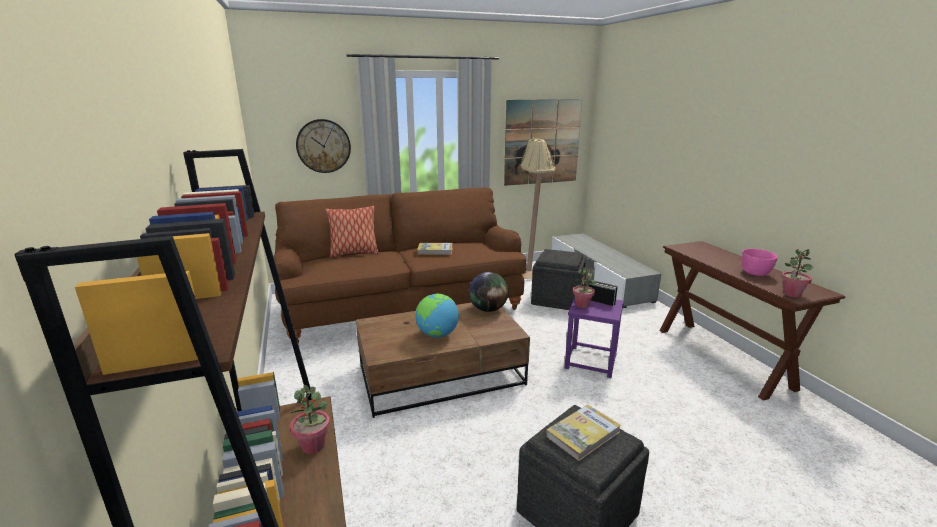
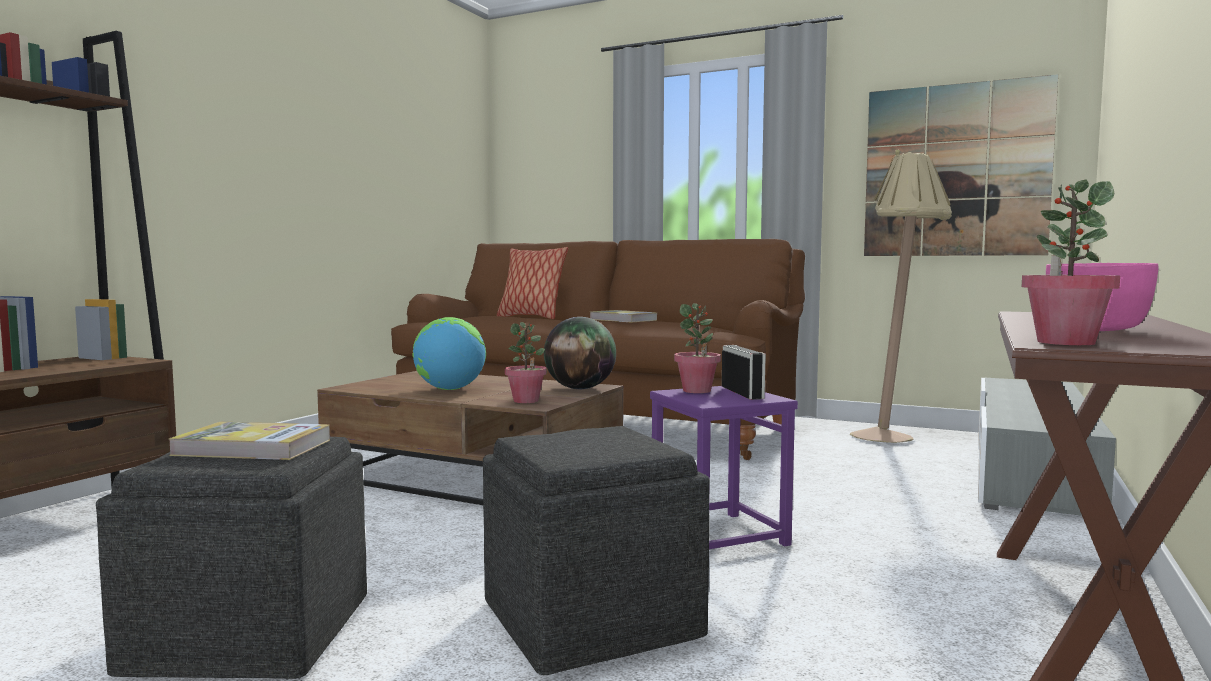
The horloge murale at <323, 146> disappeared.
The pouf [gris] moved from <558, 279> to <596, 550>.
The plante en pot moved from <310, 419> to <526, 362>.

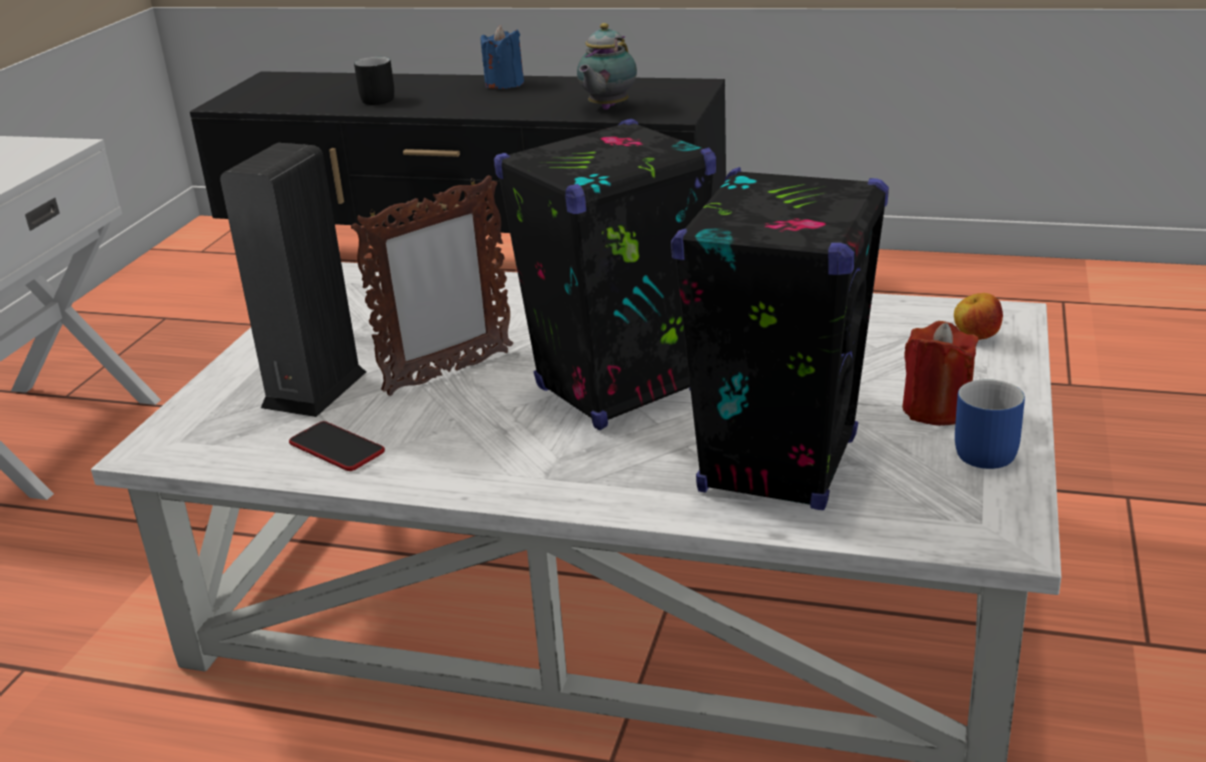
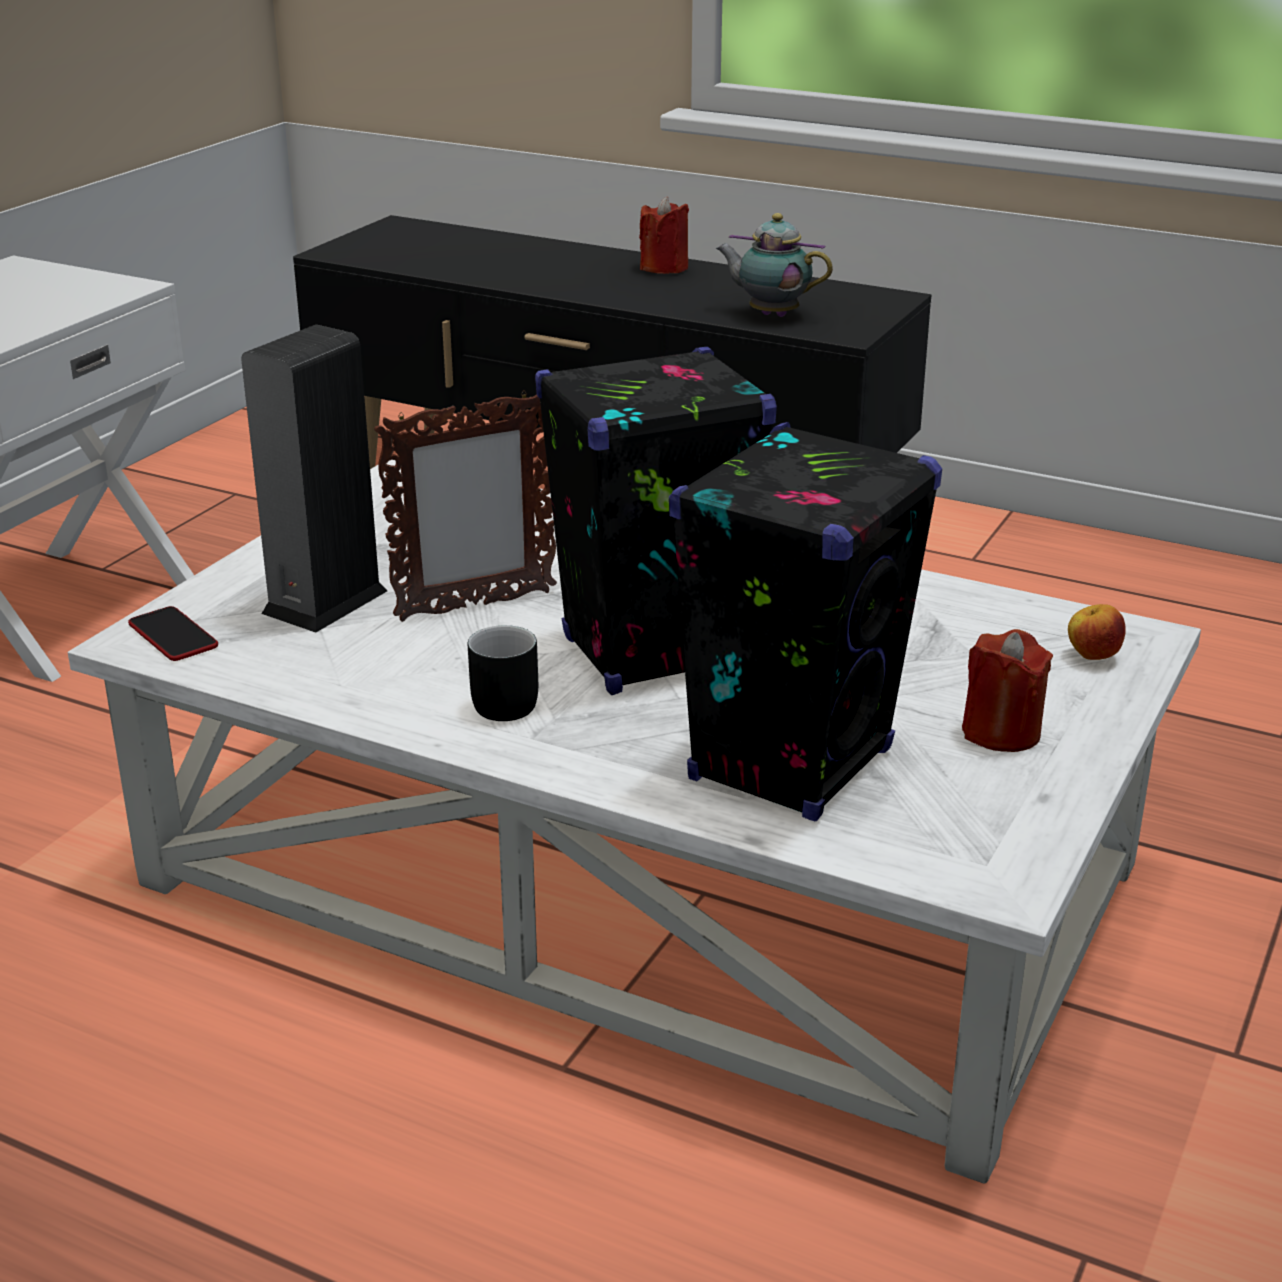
The théière at <607, 66> turned 75 degrees clockwise.
The bougie [bleu] at <502, 57> became the bougie [rouge] at <664, 235>.
The mug [noir] moved from <374, 81> to <502, 673>.
The mug [bleu] at <990, 424> disappeared.
The téléphone moved from <337, 446> to <173, 633>.

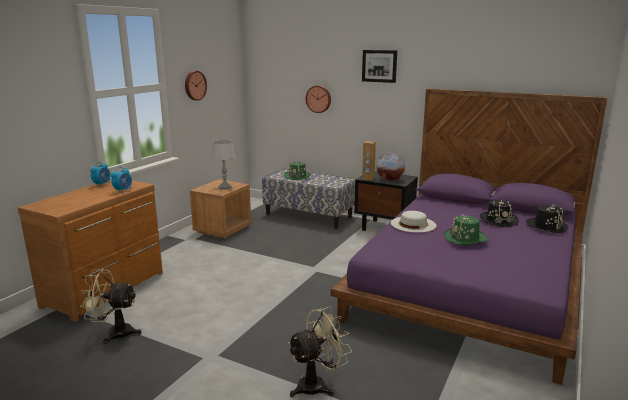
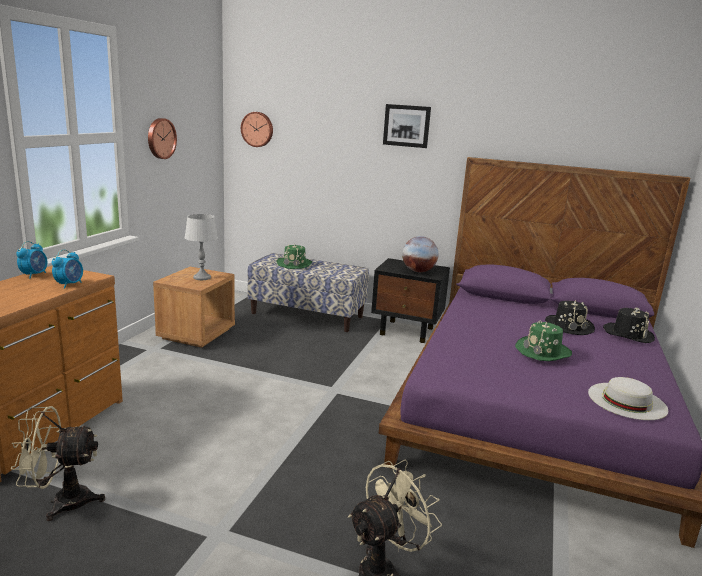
The horloge murale moved from <318, 99> to <257, 129>.
The enceinte [marron] at <369, 160> disappeared.
The chapeau [blanc] moved from <414, 222> to <628, 398>.

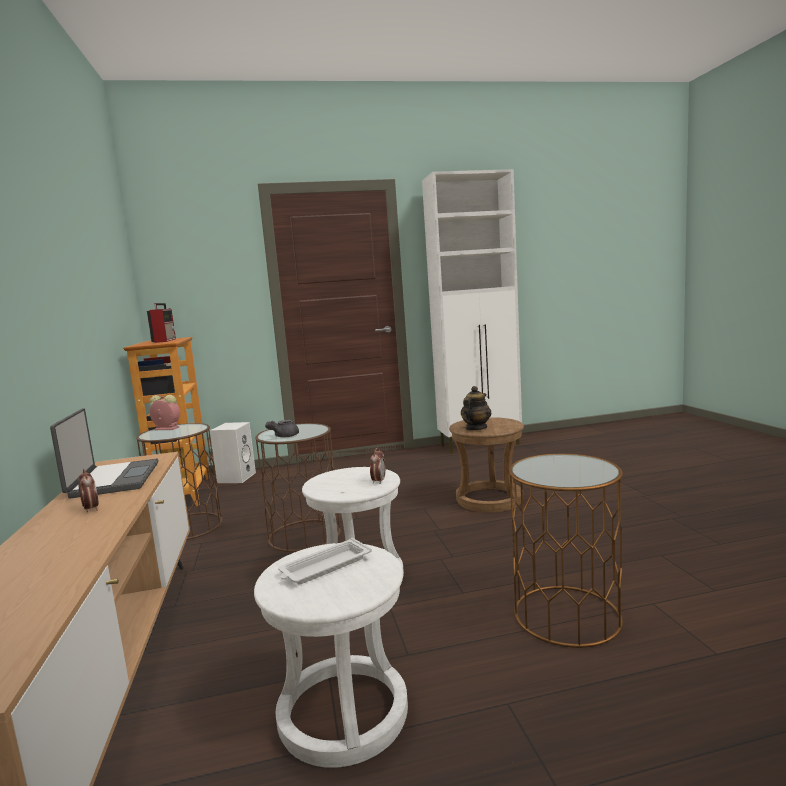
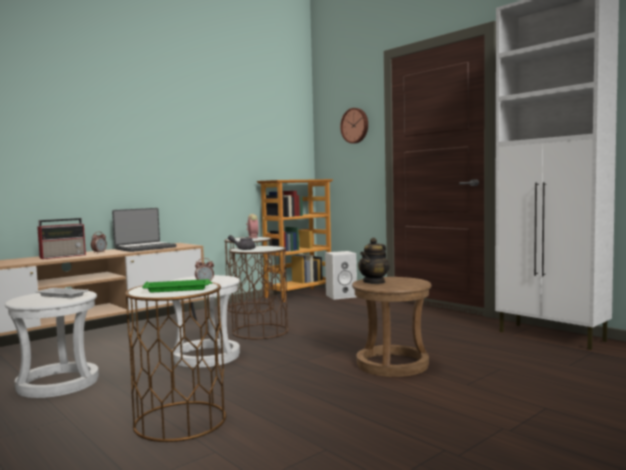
The radio moved from <161, 323> to <61, 238>.
The théière at <476, 408> turned 120 degrees clockwise.
The horloge murale at <354, 125> appeared.
The plateau [vert] at <177, 286> appeared.

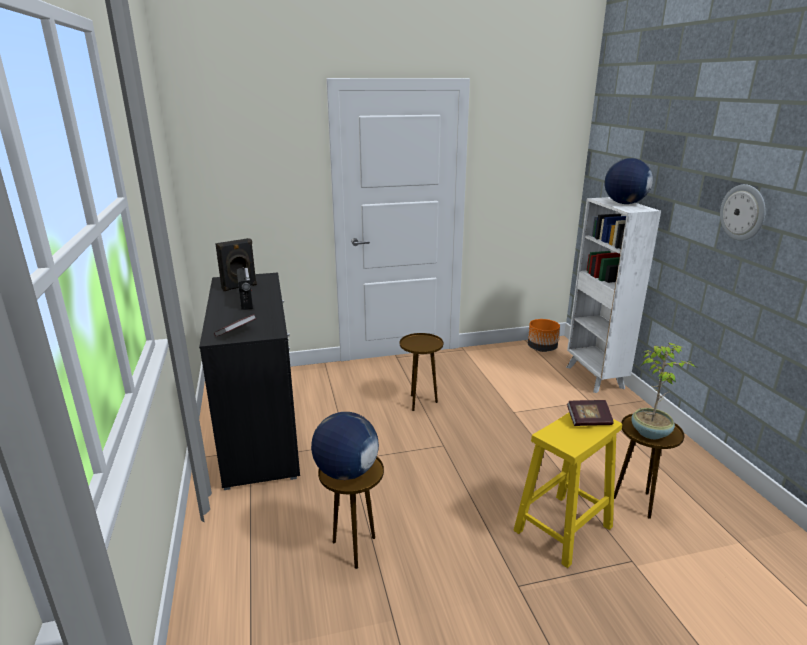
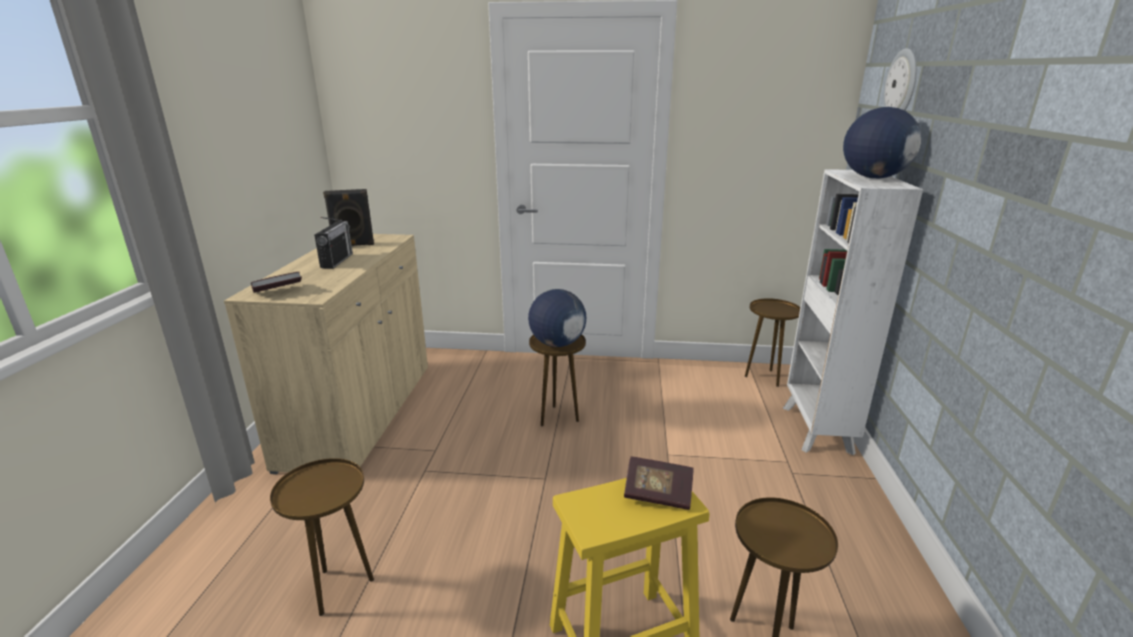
The horloge murale moved from <743, 212> to <900, 79>.
The meuble de rangement [noir] at <249, 381> became the meuble de rangement [beige] at <326, 354>.
The cache-pot [orange] at <544, 335> was replaced by the table d'appoint [marron] at <772, 342>.
The plante en pot at <663, 391> disappeared.
The globe moved from <345, 446> to <557, 318>.

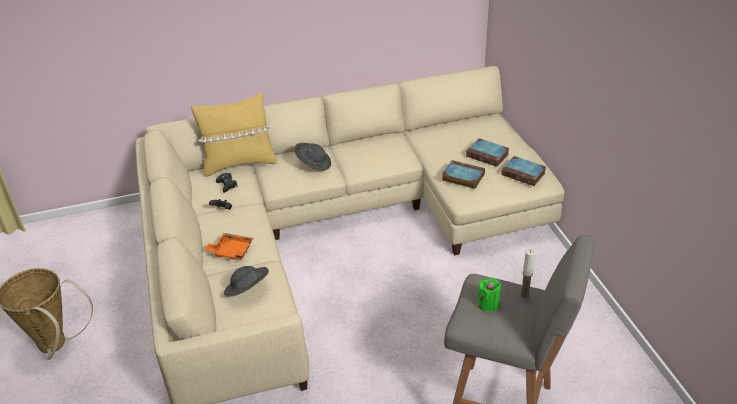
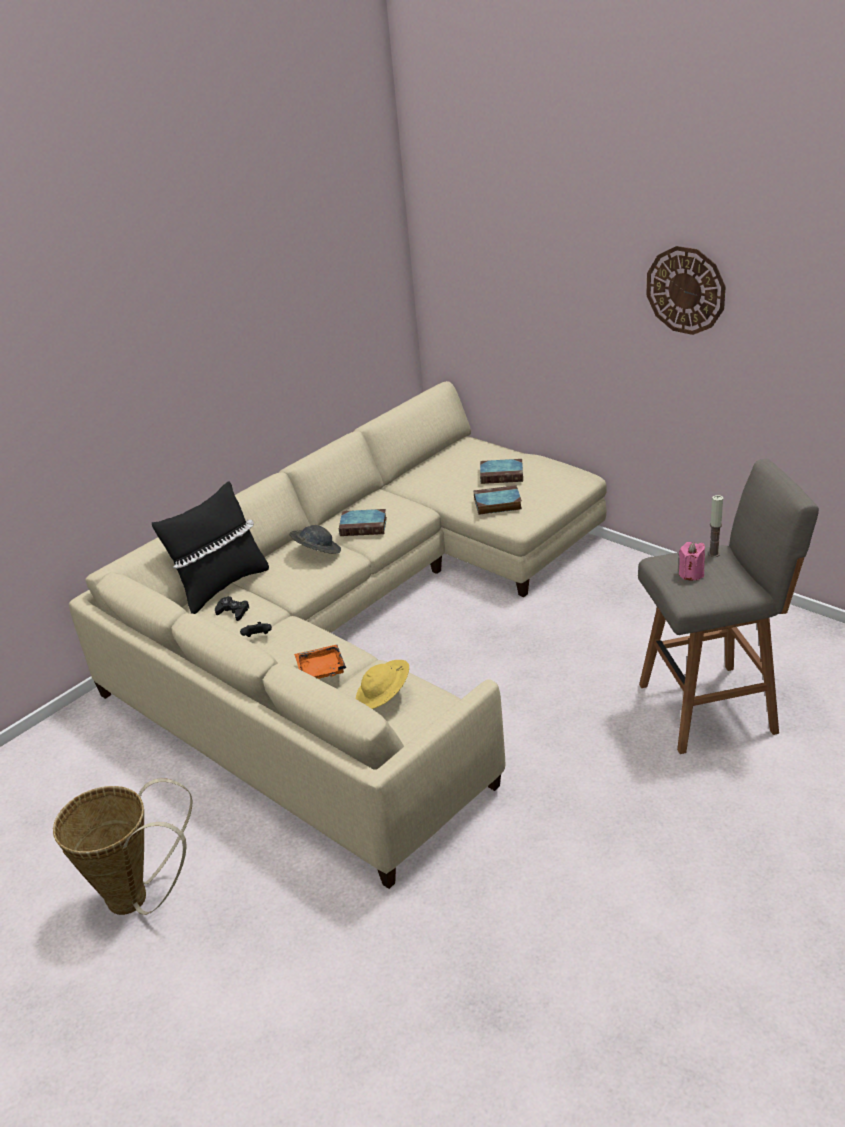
The coussin [jaune] at <233, 135> became the coussin [noir] at <210, 548>.
The livre moved from <523, 171> to <363, 522>.
The chapeau [gris] at <246, 281> became the chapeau [jaune] at <382, 684>.
The bougie [vert] at <489, 295> became the bougie [rose] at <692, 561>.
The horloge murale at <686, 290> appeared.

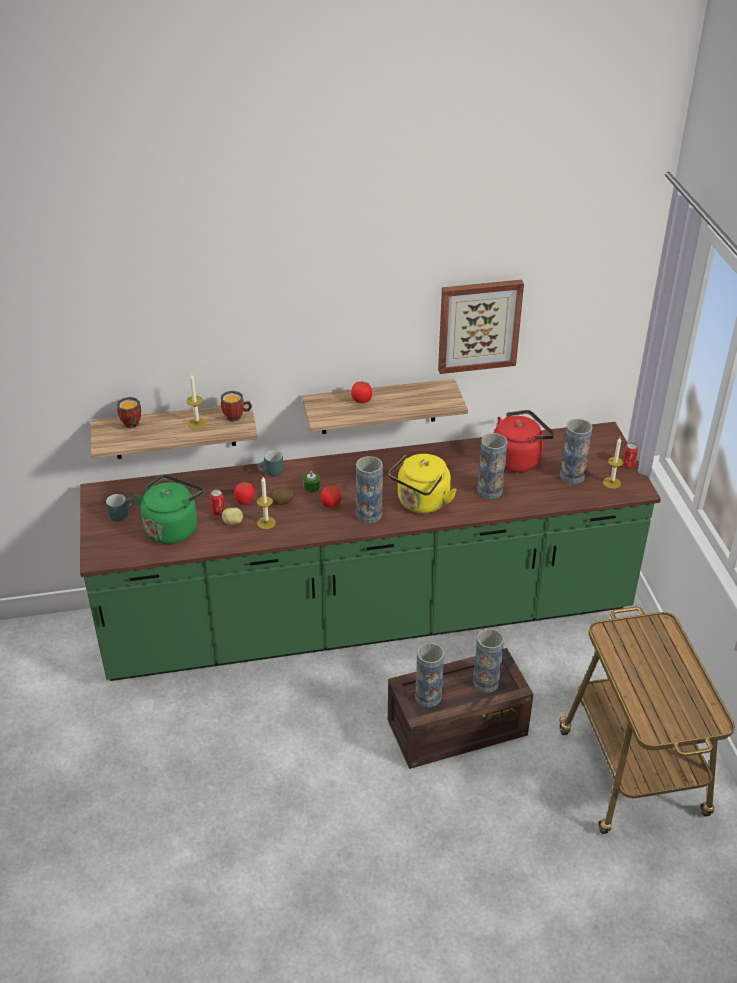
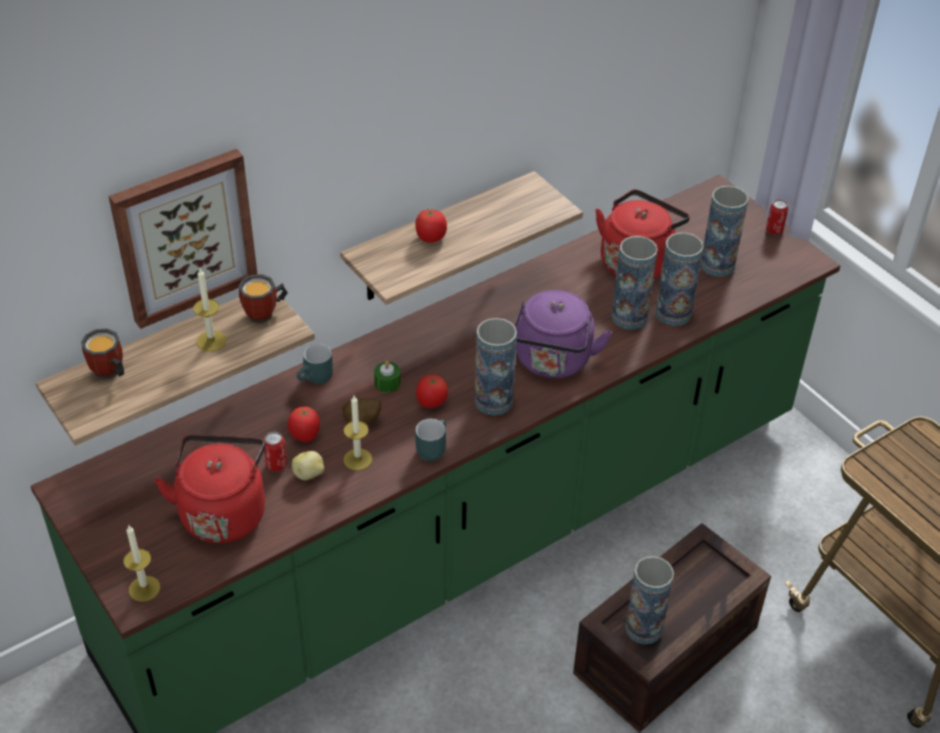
The tableau moved from <481, 327> to <182, 239>.
The bougie moved from <613, 463> to <142, 564>.
The bouilloire [jaune] at <422, 483> became the bouilloire [violet] at <563, 334>.
The bouilloire [vert] at <169, 509> became the bouilloire [rouge] at <209, 489>.
The mug [turquoise] moved from <120, 508> to <430, 440>.
The vase moved from <488, 661> to <679, 279>.

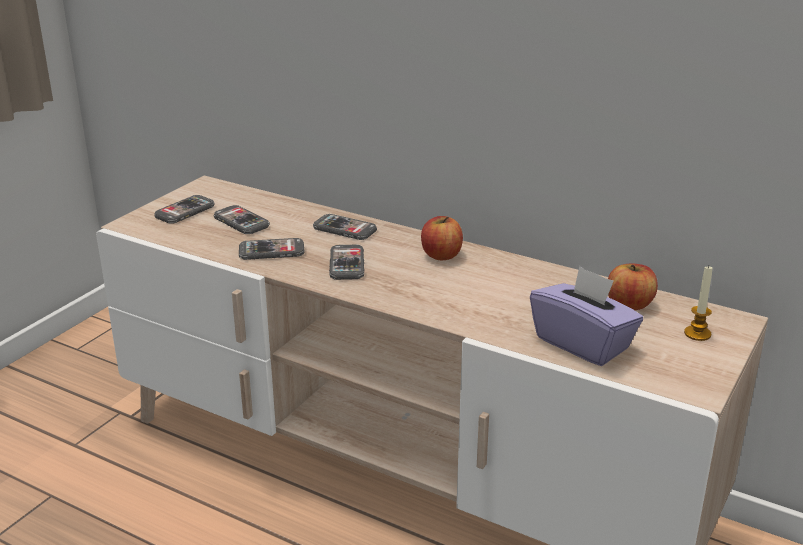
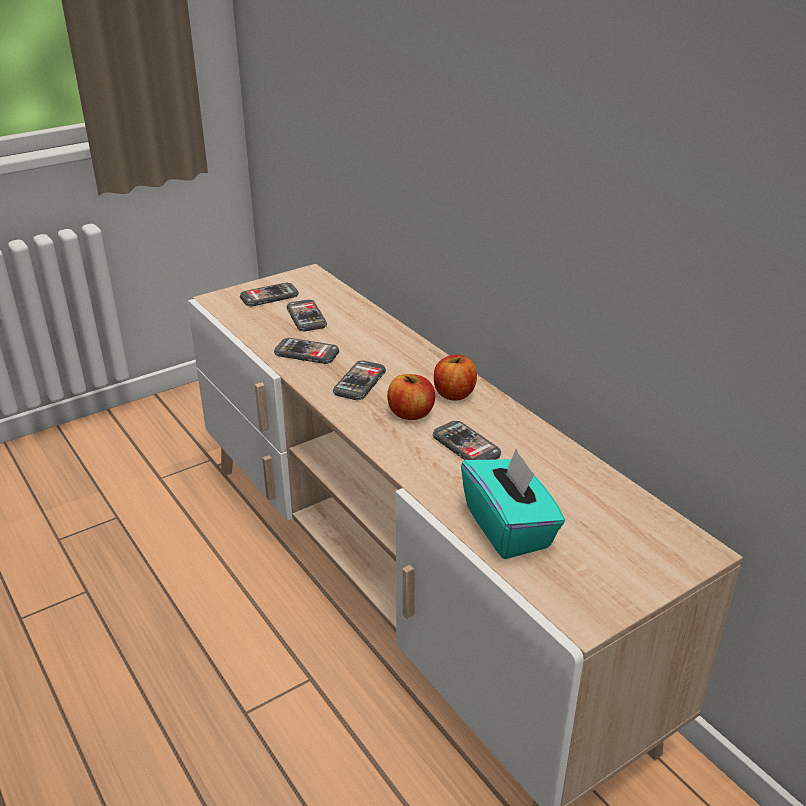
The téléphone moved from <345, 227> to <467, 440>.
The pomme moved from <633, 286> to <411, 397>.
The boîte à mouchoirs [violet] at <586, 316> became the boîte à mouchoirs [turquoise] at <513, 503>.
The bougie at <698, 303> disappeared.

